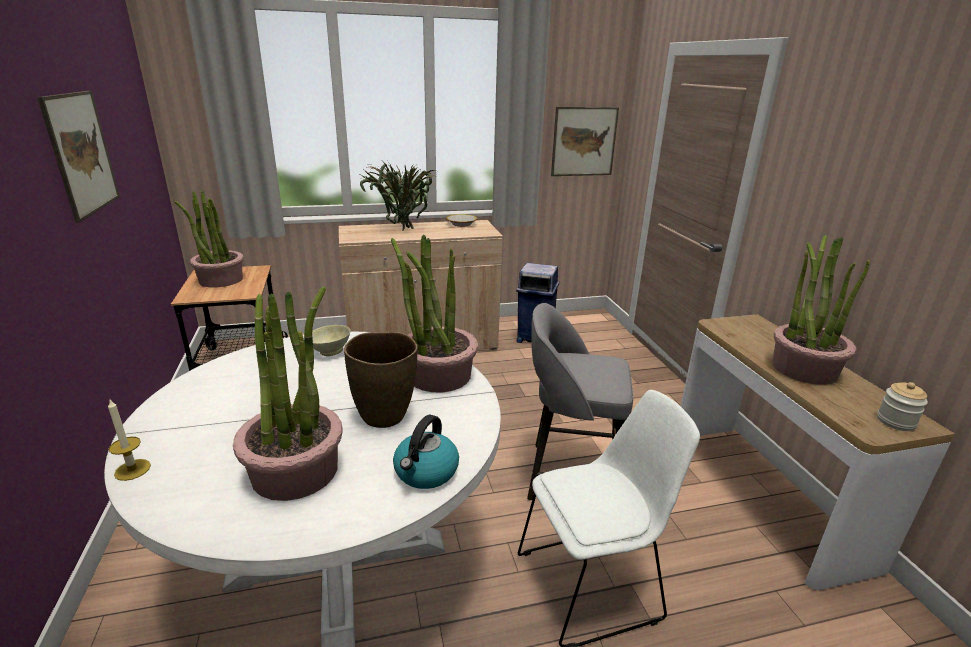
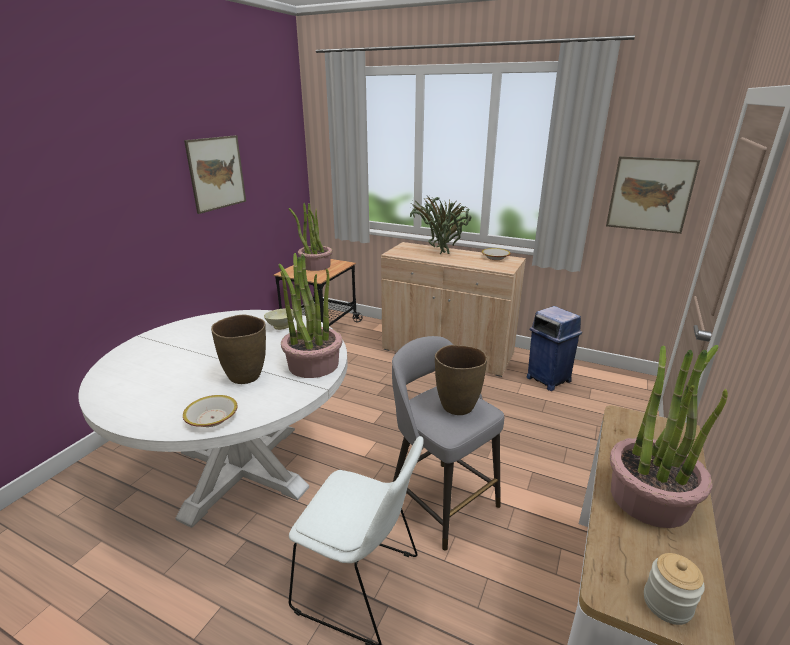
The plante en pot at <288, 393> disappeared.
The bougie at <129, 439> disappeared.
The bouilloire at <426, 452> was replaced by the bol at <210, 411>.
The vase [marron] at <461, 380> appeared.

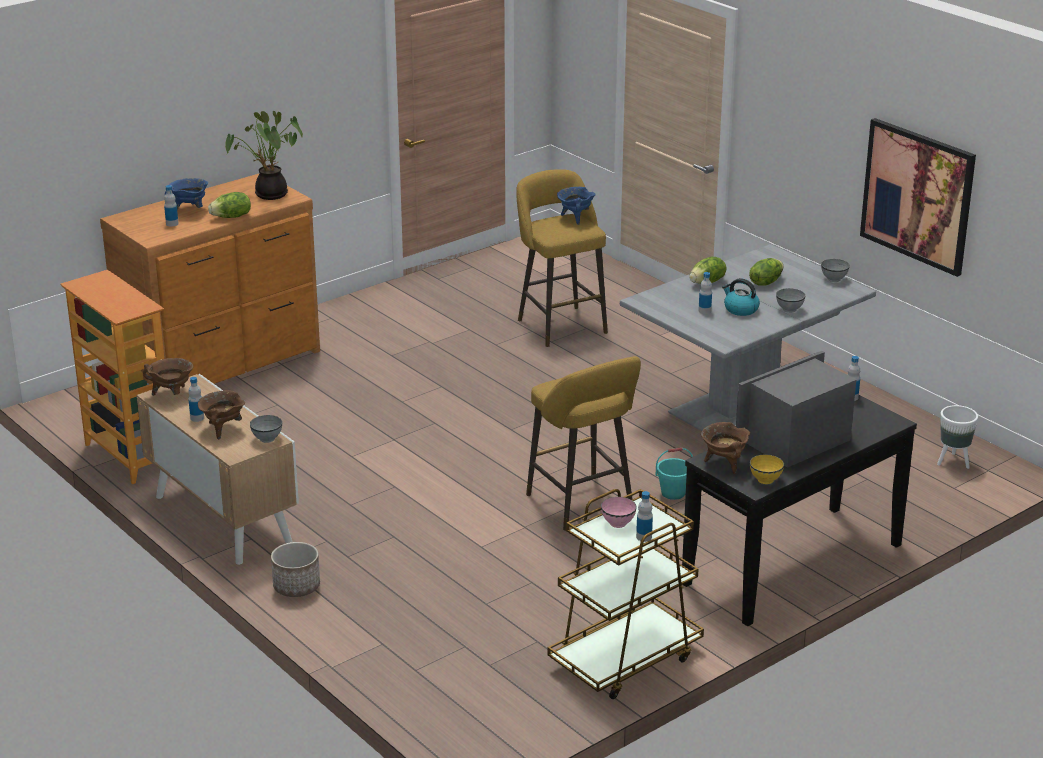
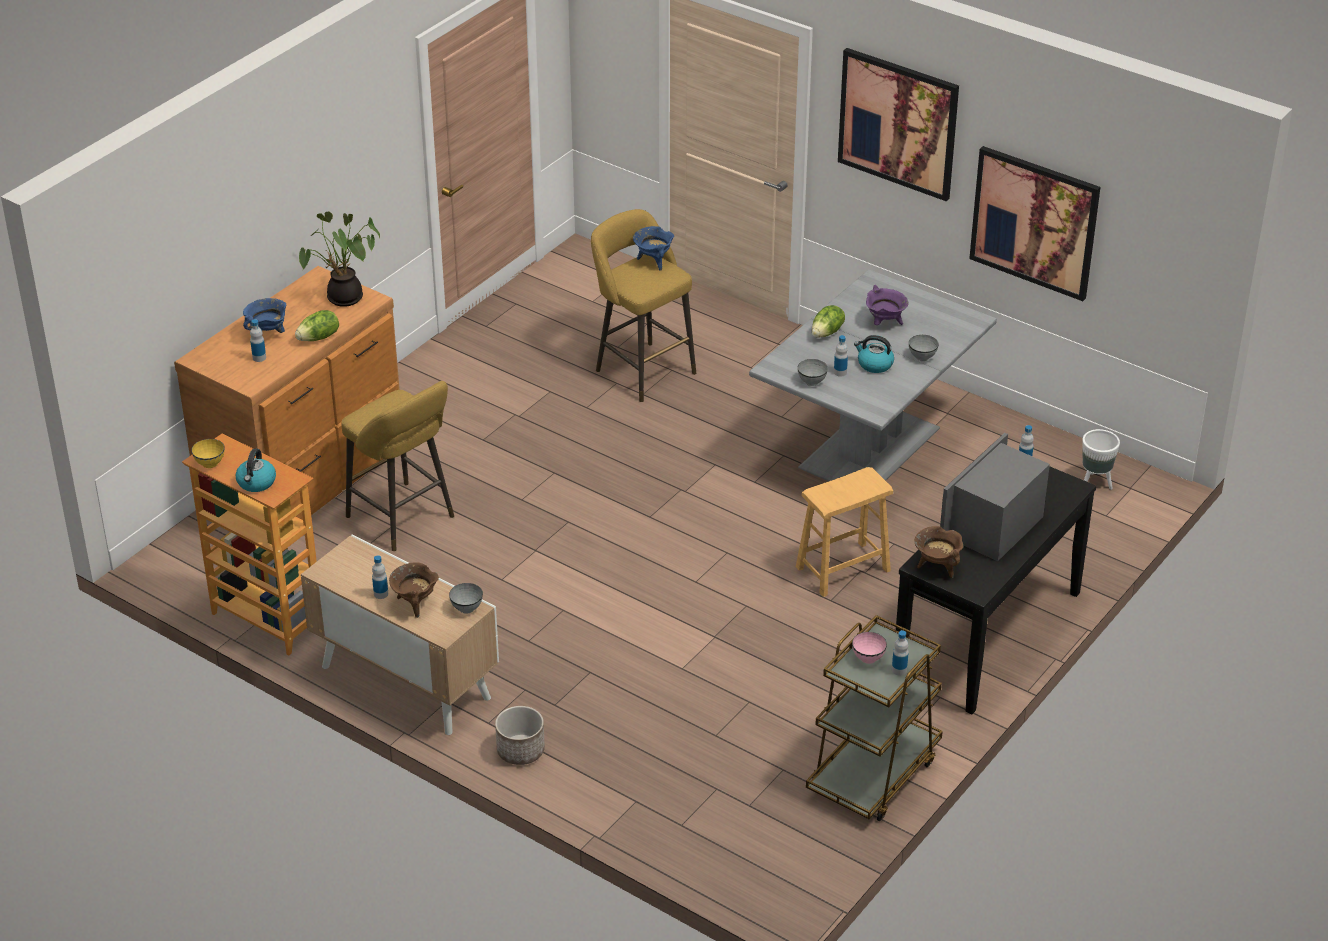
The laitue at <766, 272> was replaced by the marmite [violet] at <887, 305>.
The bol [gris] moved from <835, 270> to <813, 372>.
The tabouret [jaune] moved from <583, 443> to <398, 466>.
The marmite [marron] at <168, 377> disappeared.
The seau [turquoise] at <674, 474> was replaced by the tabouret [marron] at <844, 532>.
The bol [jaune] moved from <767, 469> to <208, 453>.
The tableau at <898, 124> appeared.
The bouilloire at <256, 470> appeared.

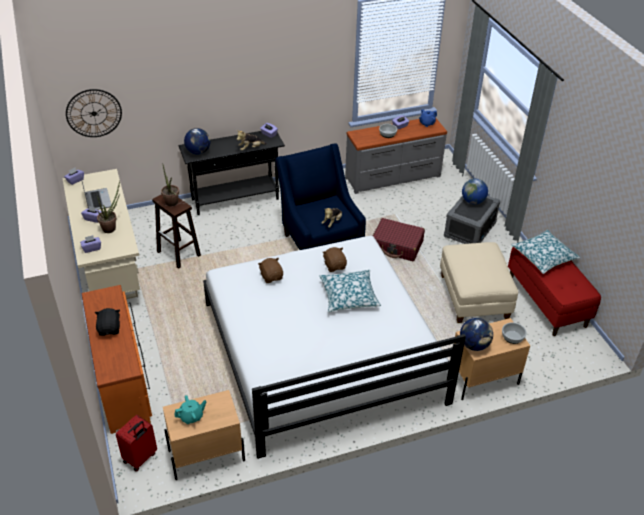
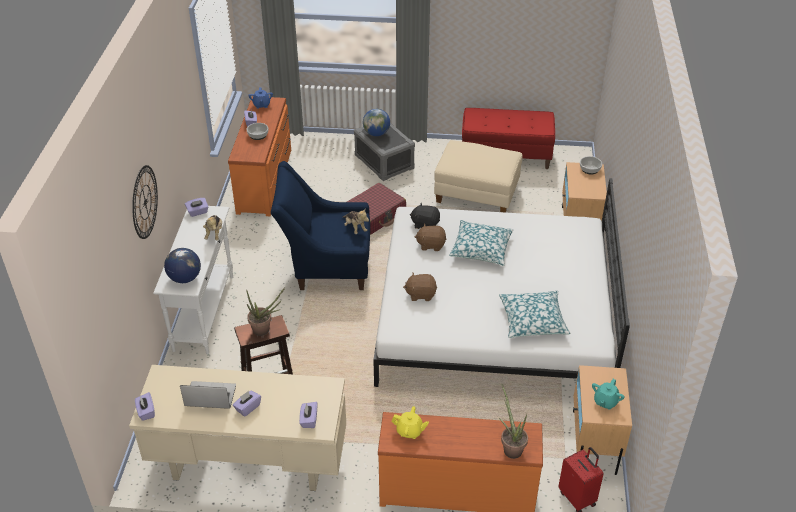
The horloge murale moved from <94, 113> to <145, 202>.
The commode [gris] at <396, 156> became the commode [orange] at <259, 156>.
The table console [noir] at <231, 173> became the table console [blanc] at <193, 280>.
The plante en pot moved from <108, 207> to <513, 422>.
The coussin moved from <546, 252> to <534, 314>.
The peluche [noir] moved from <107, 322> to <425, 216>.
The globe at <476, 334> disappeared.
The théière [turquoise] at <190, 409> turned 150 degrees counterclockwise.
The théière [jaune] at <410, 422> appeared.

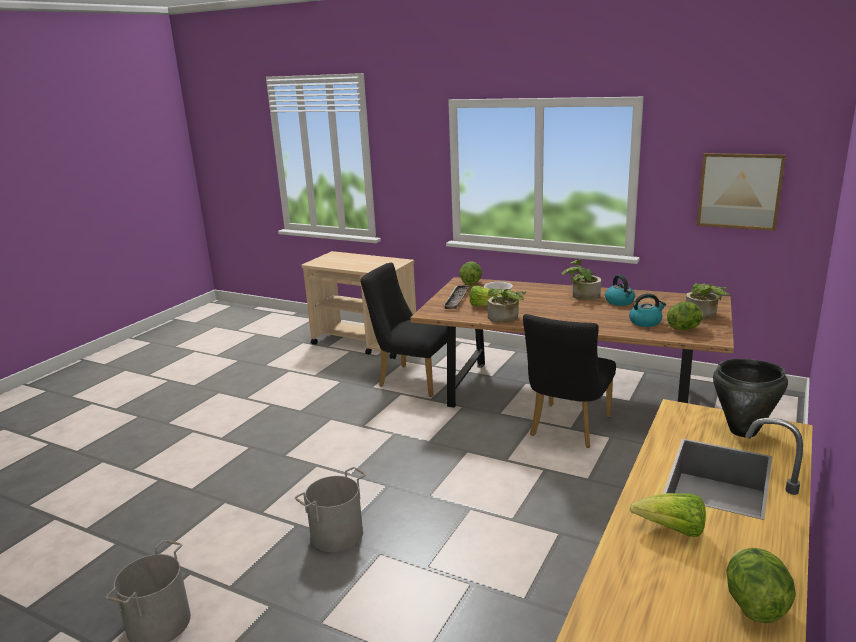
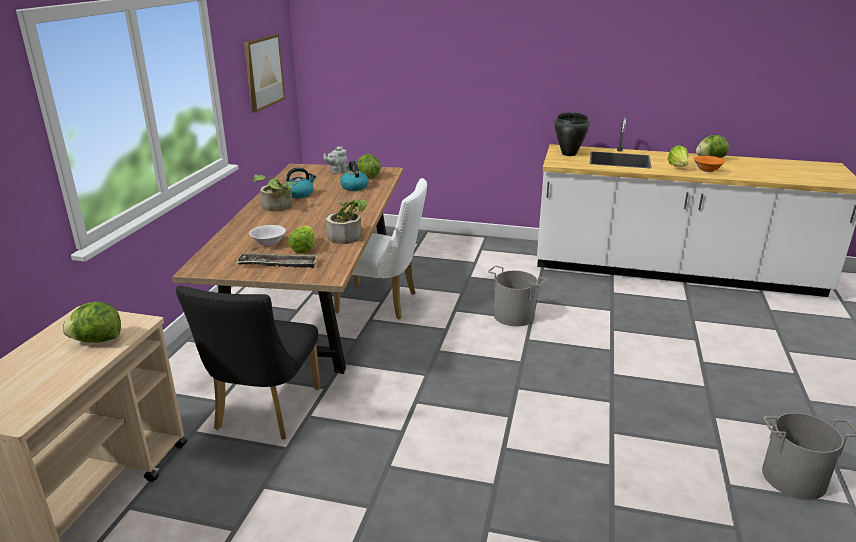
The laitue moved from <470, 273> to <91, 322>.
The plante en pot at <708, 301> was replaced by the théière [gris] at <335, 160>.
The chaise [noir] at <569, 381> became the chaise [blanc] at <380, 248>.
The seau [gris] moved from <330, 509> to <517, 296>.
The bol [orange] at <709, 164> appeared.

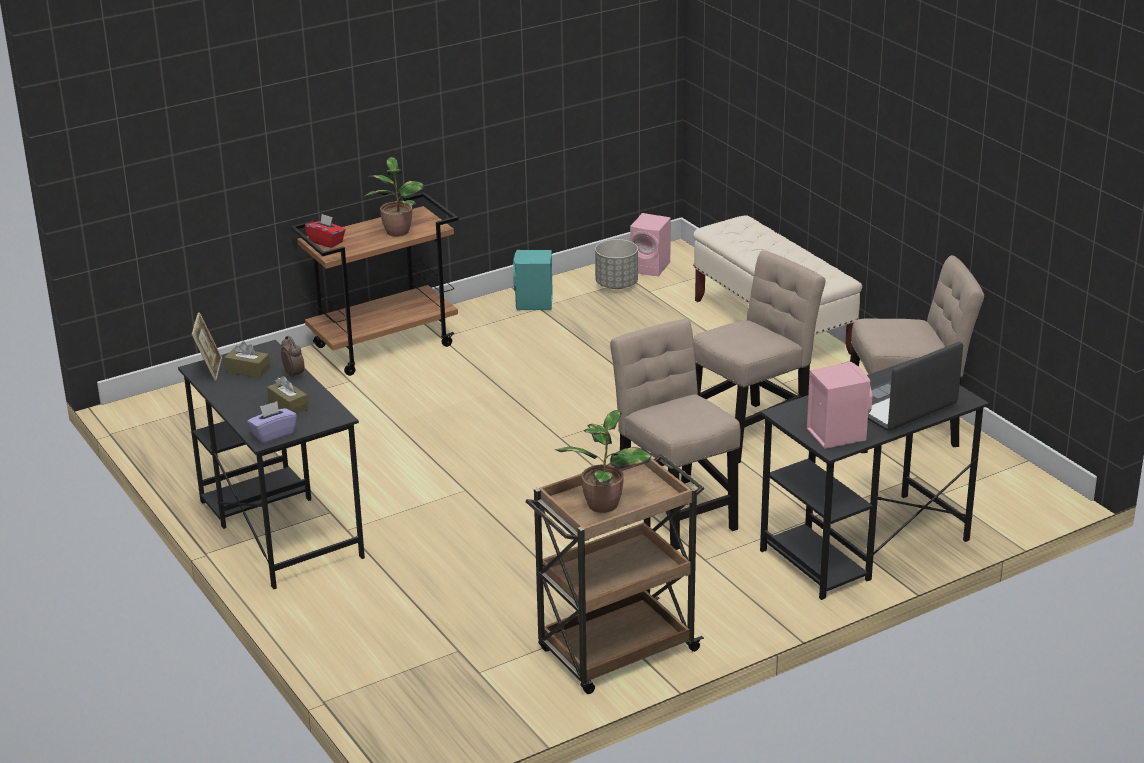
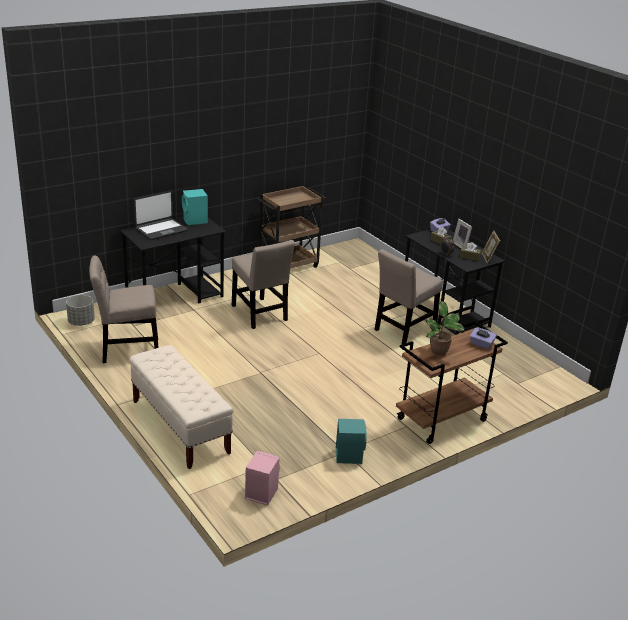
The boîte à mouchoirs [rouge] at <325, 231> became the boîte à mouchoirs [violet] at <483, 338>.
The cache-pot [gris] moved from <616, 264> to <80, 310>.
The chaise [beige] moved from <759, 356> to <408, 297>.
The enceinte [rose] at <839, 405> became the enceinte [turquoise] at <195, 207>.
The plante en pot at <603, 461> disappeared.
The cadre photo at <462, 234> appeared.

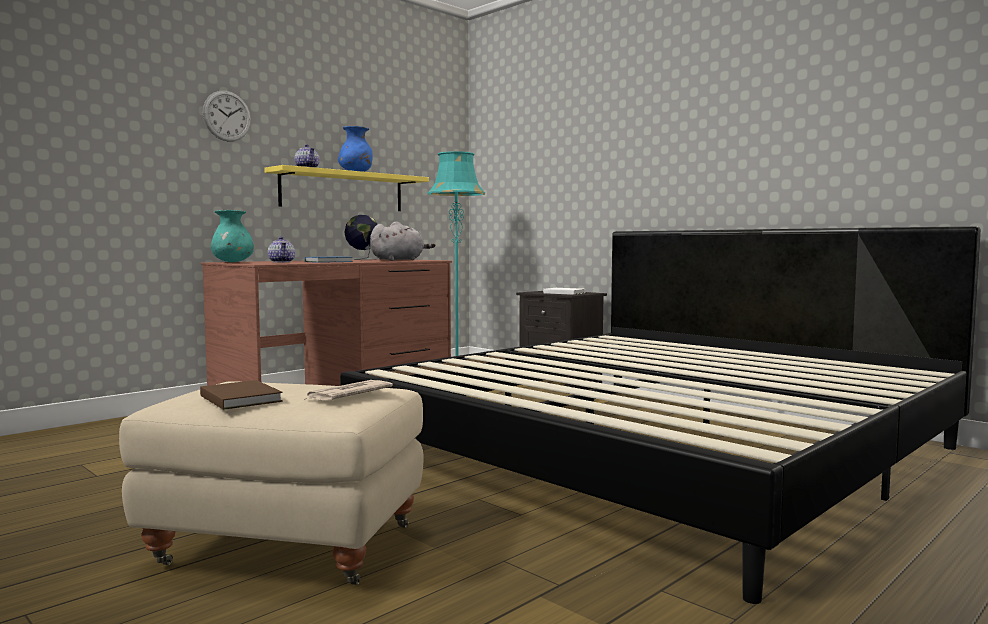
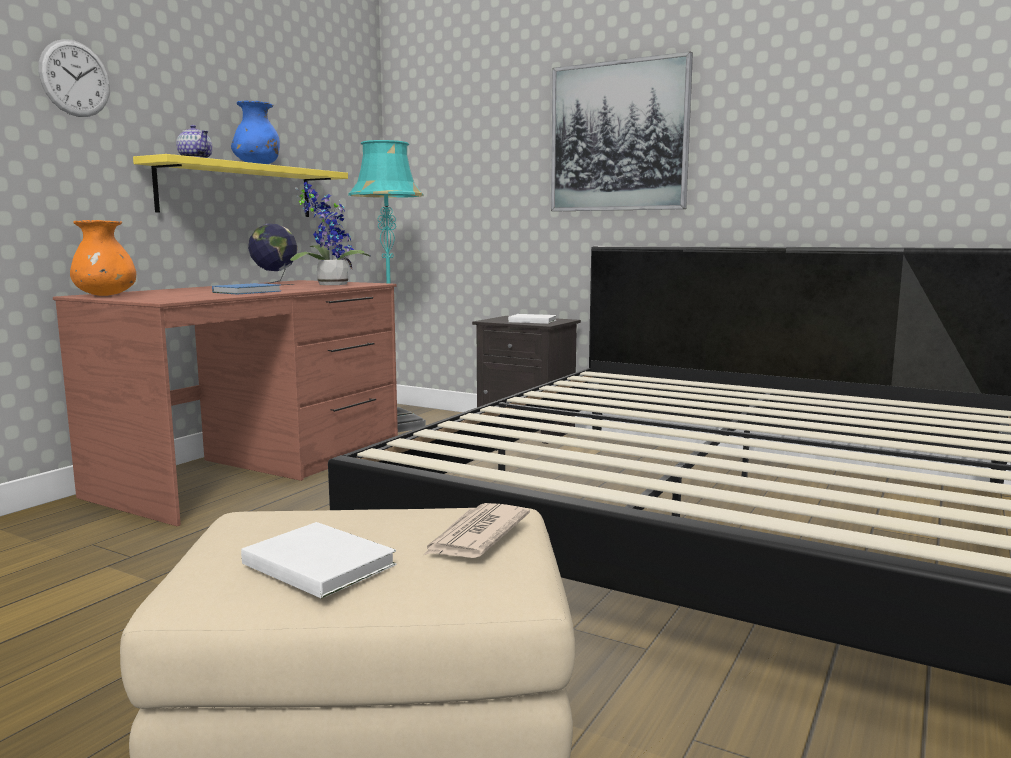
The vase [turquoise] at <232, 236> became the vase [orange] at <103, 258>.
The peluche [gris] at <402, 241> was replaced by the plante en pot at <330, 233>.
The théière at <281, 249> disappeared.
The livre [marron] at <241, 395> became the livre [blanc] at <318, 560>.
The tableau at <622, 131> appeared.

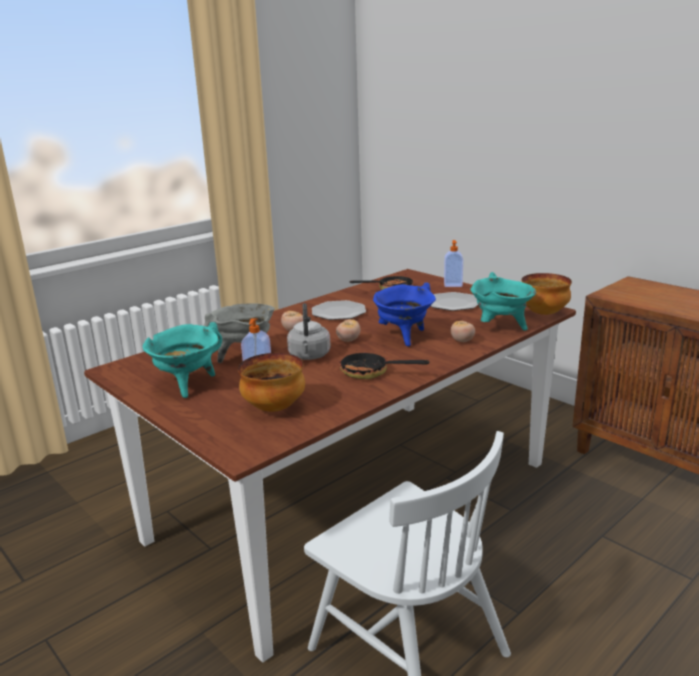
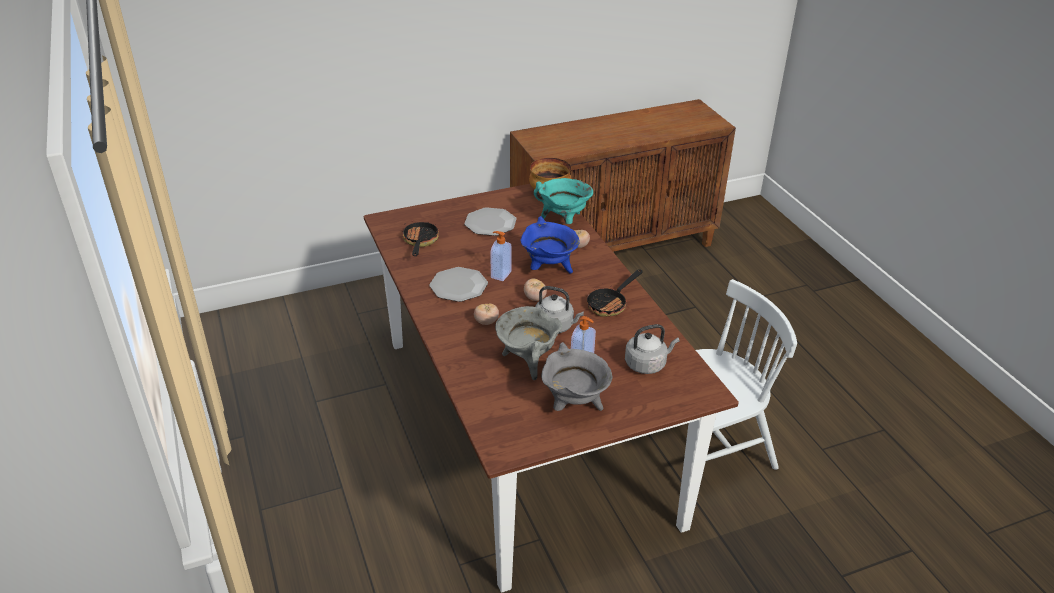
The distributeur de savon moved from <453, 263> to <501, 256>.
The marmite [turquoise] at <182, 360> became the marmite [gris] at <577, 376>.
The bol at <271, 382> was replaced by the bouilloire [gris] at <652, 349>.

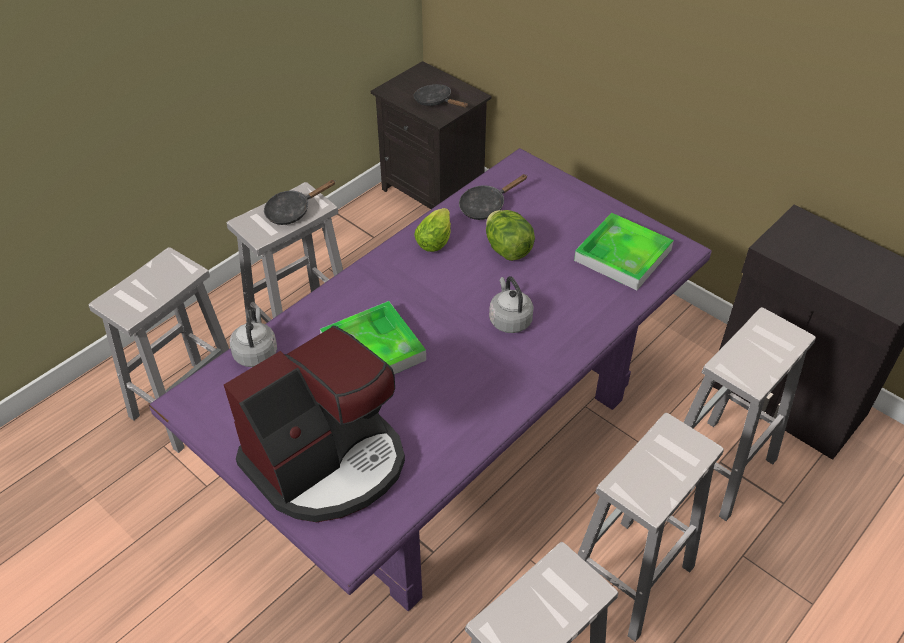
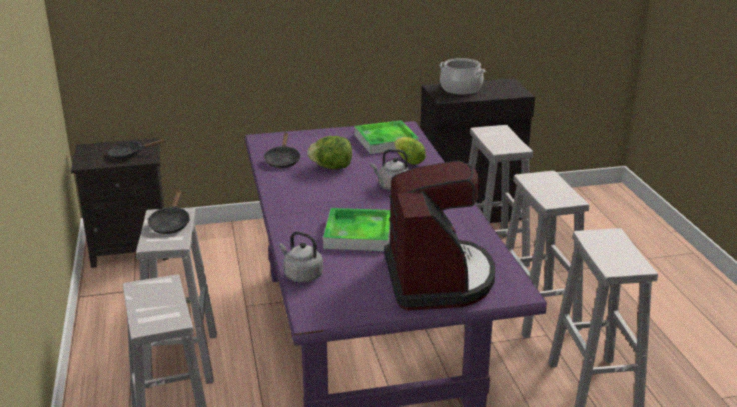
The laitue moved from <432, 230> to <410, 151>.
The marmite at <462, 76> appeared.

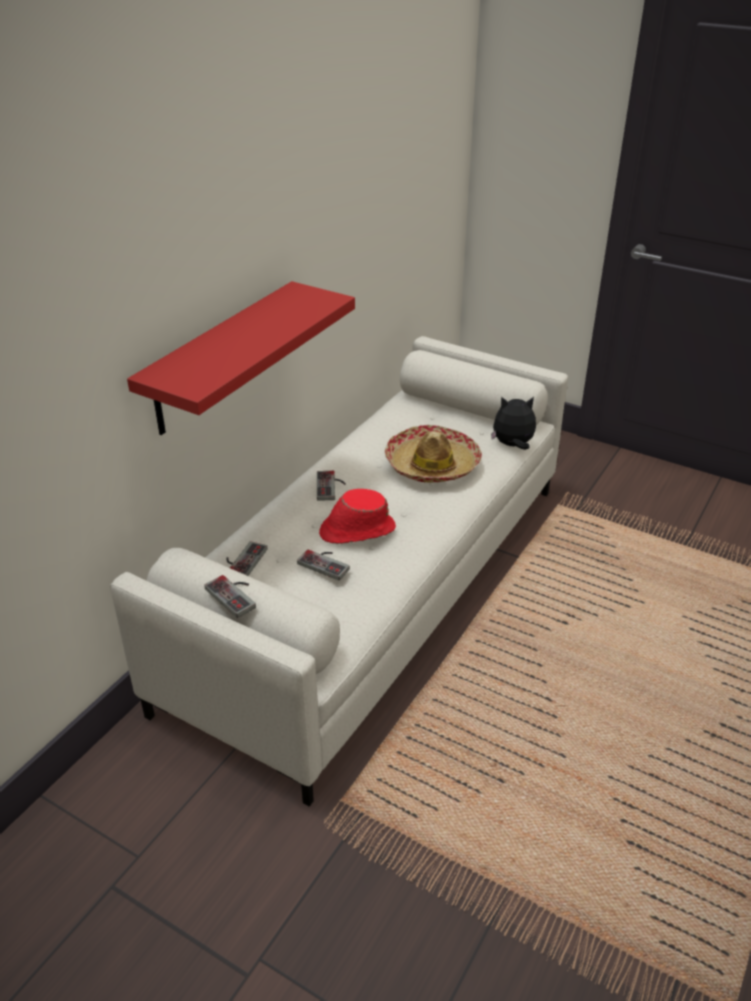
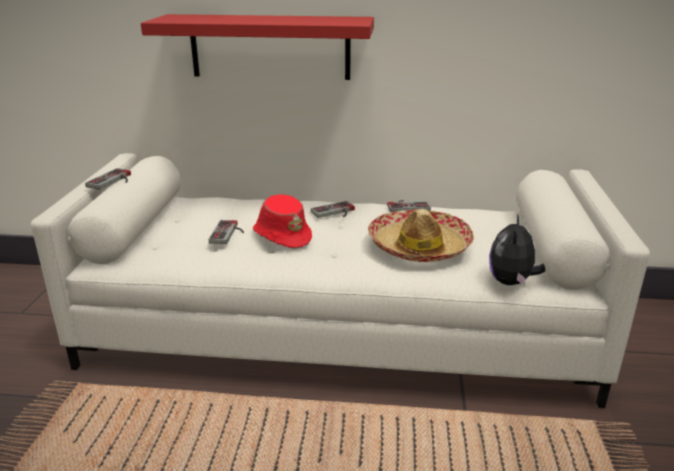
The peluche at <513, 423> turned 135 degrees counterclockwise.
The manette moved from <247, 558> to <409, 206>.

